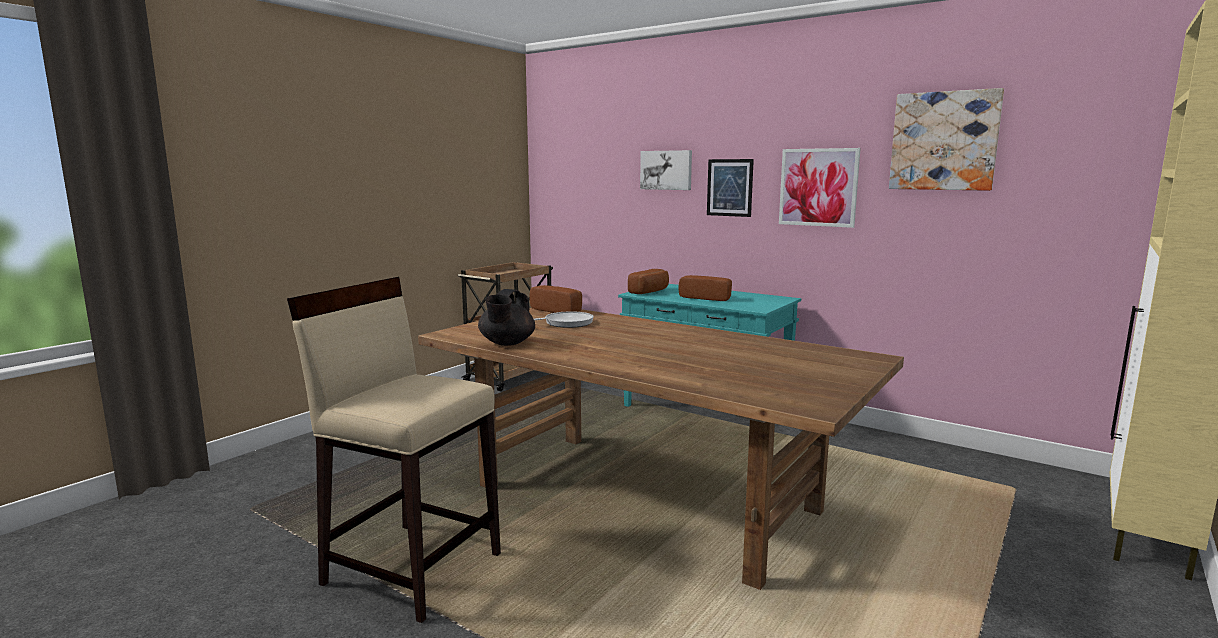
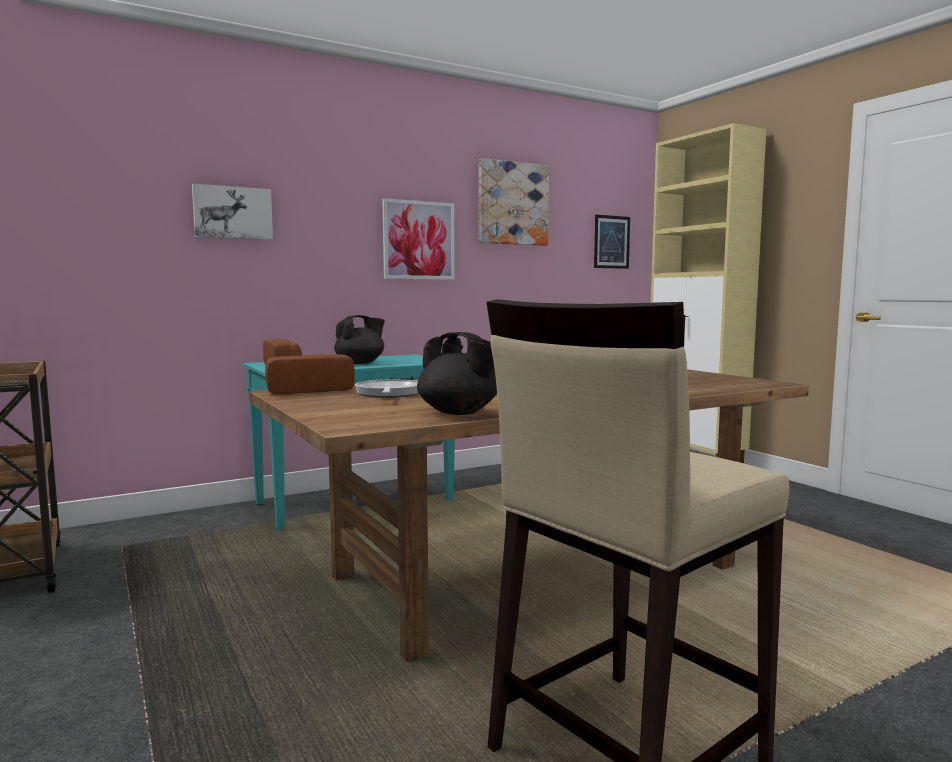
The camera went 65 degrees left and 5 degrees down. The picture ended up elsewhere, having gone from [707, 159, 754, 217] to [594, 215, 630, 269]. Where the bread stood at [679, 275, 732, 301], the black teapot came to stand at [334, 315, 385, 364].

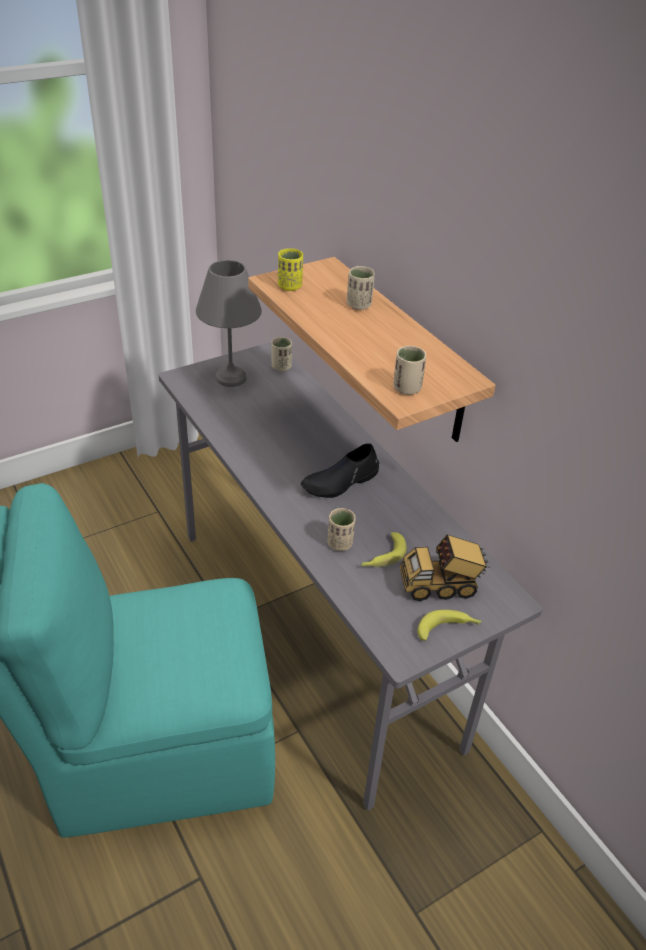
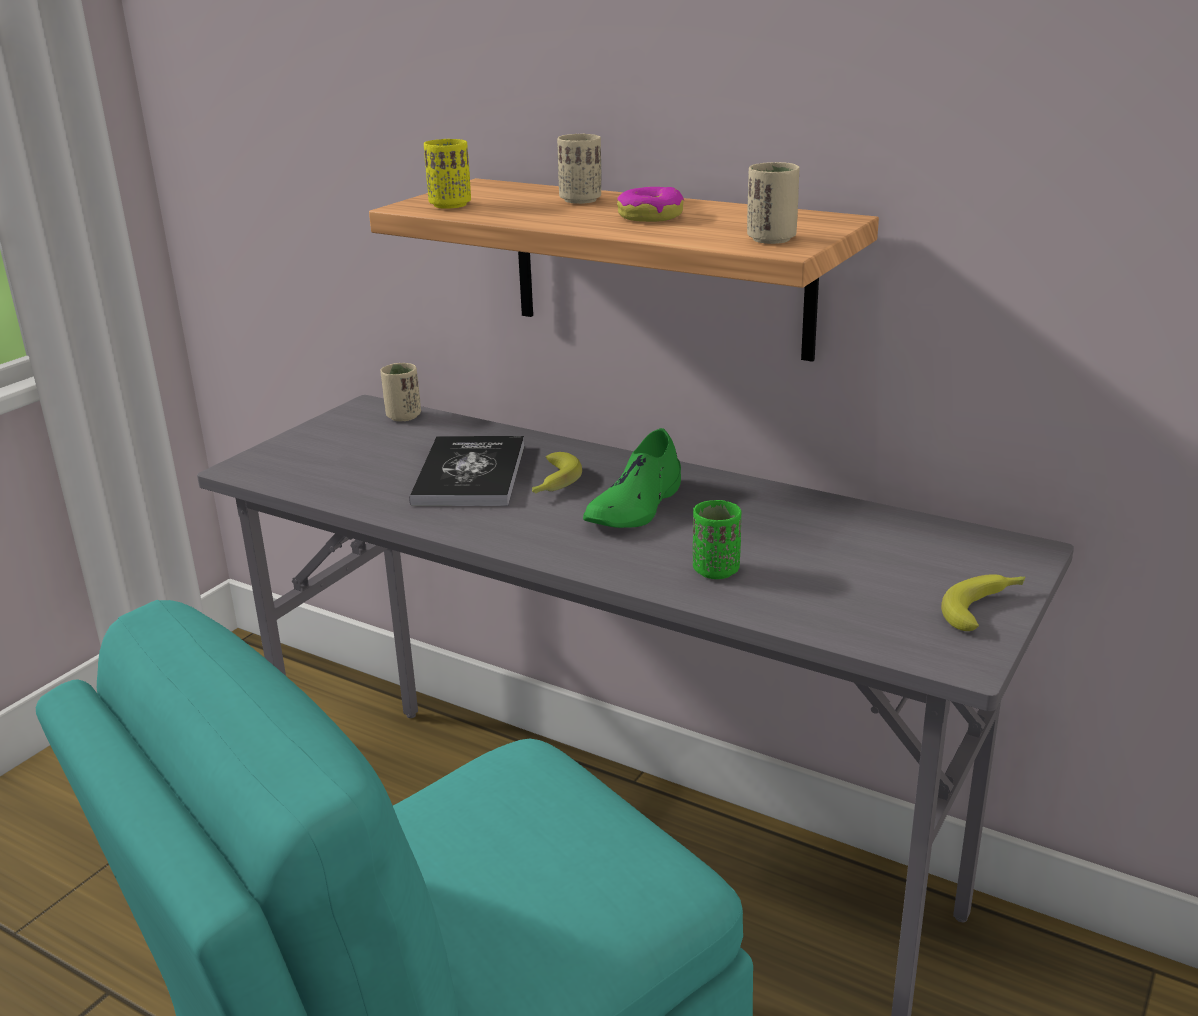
The camera went 25 degrees left and 15 degrees down. The second view lost the grey table lamp at [196, 260, 262, 387]. What was the black shoe at [301, 443, 379, 498] turned into the green shoe at [583, 428, 681, 528]. What was the beige cup at [327, 508, 356, 551] turned into the green cup at [693, 500, 742, 579]. The banana ended up elsewhere, having gone from [361, 532, 407, 567] to [532, 452, 582, 493]. The second view lost the toy truck at [400, 535, 490, 601]. The second view gained the donut at [617, 187, 684, 222]. The second view gained the book at [409, 436, 525, 506].

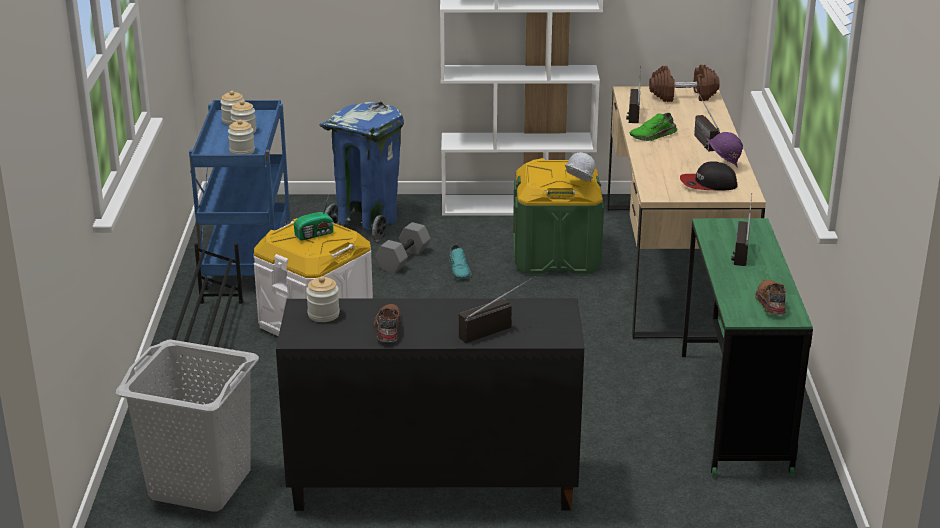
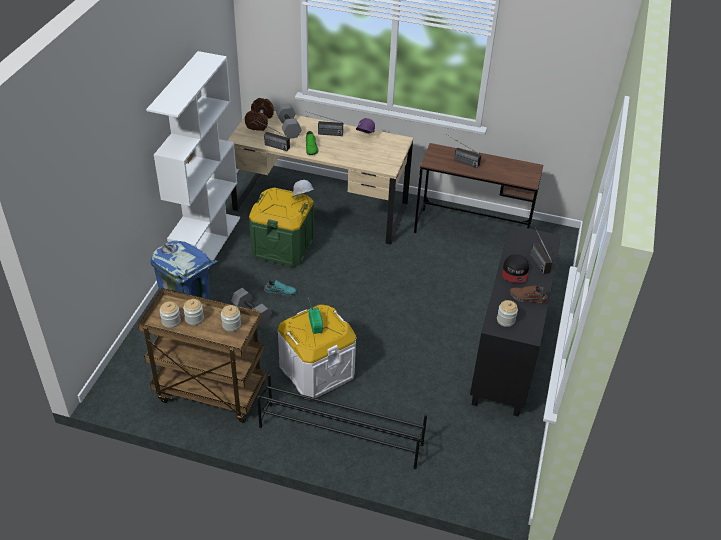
The camera went 75 degrees left and 15 degrees up. What was the blue cart at [189, 100, 290, 290] turned into the brown cart at [138, 288, 266, 423]. The cap ended up elsewhere, having gone from [680, 161, 738, 191] to [502, 254, 529, 283]. What was the green desk at [682, 218, 813, 476] turned into the brown desk at [414, 143, 543, 233]. The second view lost the brown shoe at [755, 280, 786, 315]. The second view lost the grey laundry basket at [116, 339, 259, 512]. The second view gained the grey dumbbell at [276, 103, 301, 139].

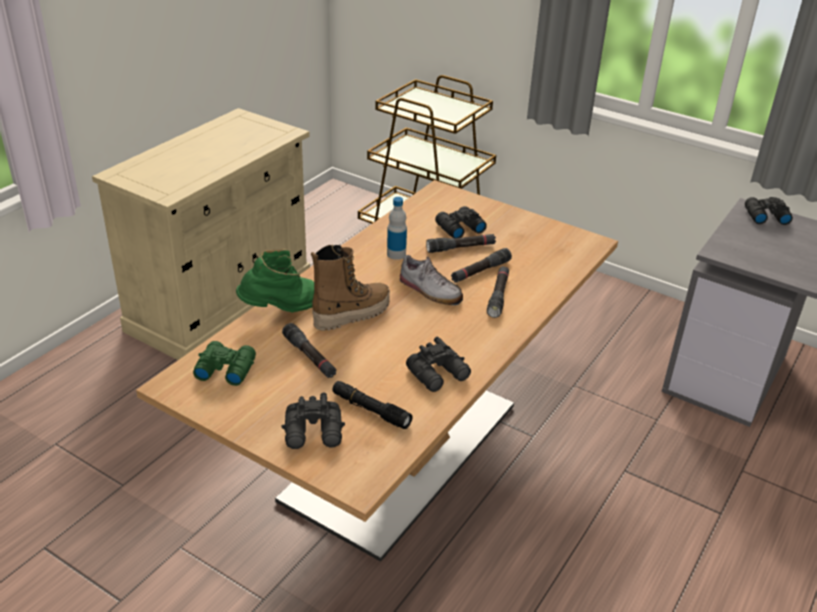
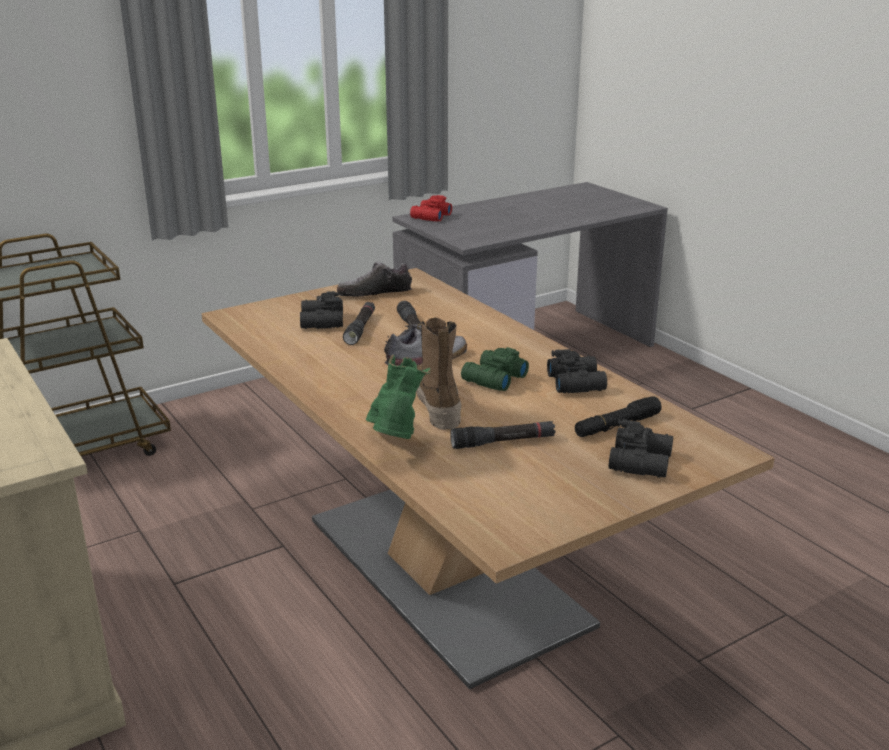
The camera went 65 degrees left and 10 degrees down. The second view lost the bottle at [387, 197, 407, 260]. What was the black binoculars at [745, 197, 793, 225] turned into the red binoculars at [410, 195, 452, 221]. The second view lost the black flashlight at [487, 266, 509, 318]. The green binoculars ended up elsewhere, having gone from [193, 341, 256, 386] to [461, 347, 529, 391]. The second view gained the shoe at [337, 262, 412, 297].

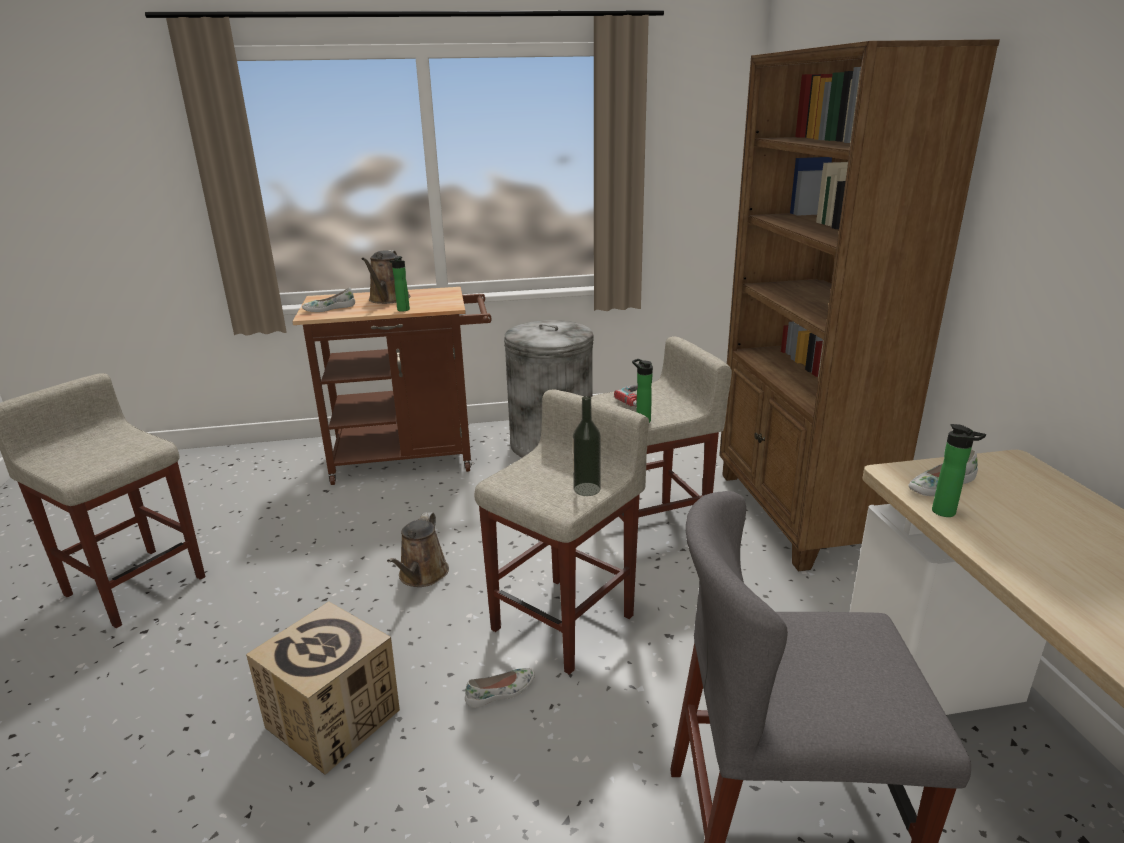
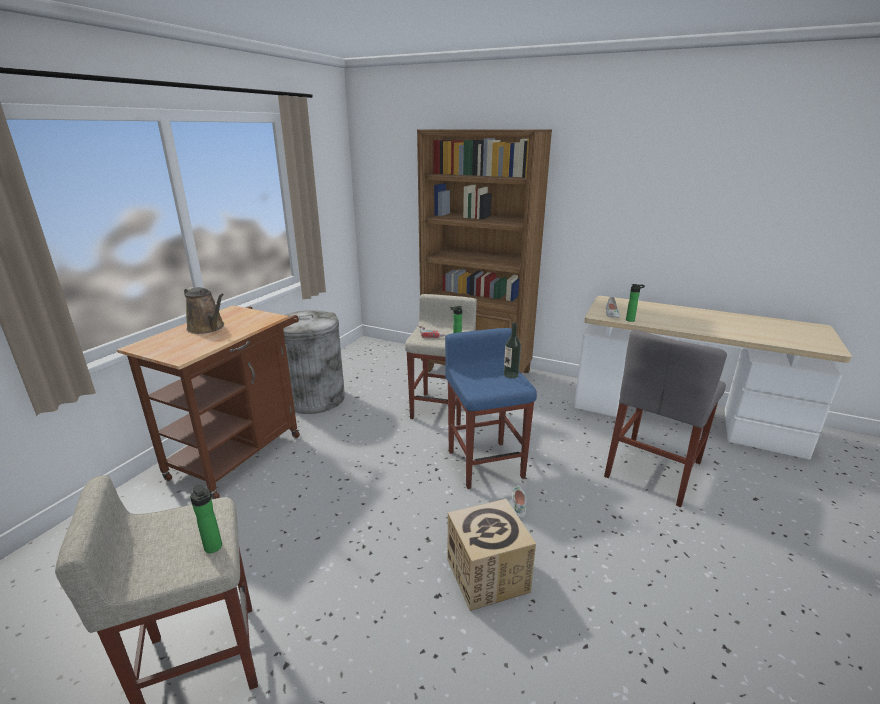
The camera went 55 degrees left and 0 degrees up. The bottle ended up elsewhere, having gone from [389, 256, 410, 312] to [190, 485, 222, 553]. The second view lost the white shoe at [302, 287, 355, 312]. What was the beige stool at [474, 390, 649, 675] turned into the blue stool at [445, 328, 537, 489]. The second view lost the brown watering can at [387, 512, 449, 587].

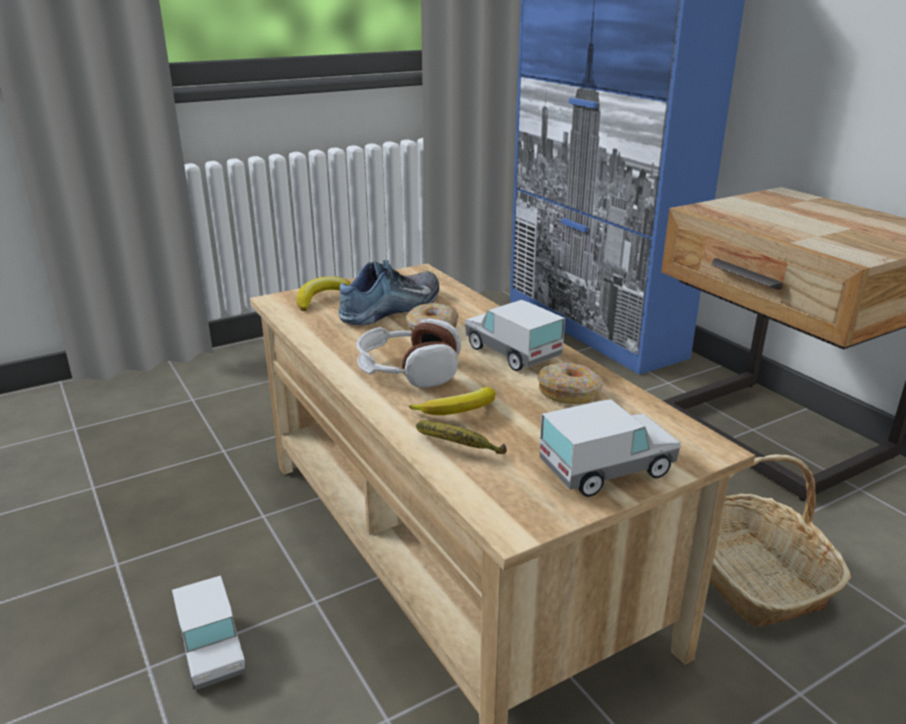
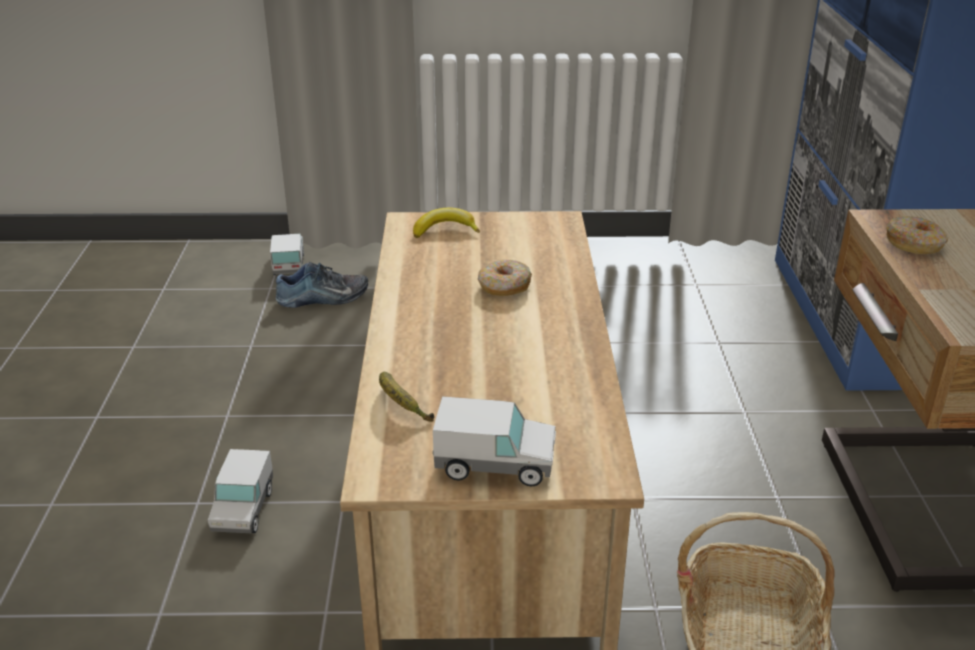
The camera went 30 degrees right and 5 degrees up. The shoe ended up elsewhere, having gone from [338, 260, 439, 325] to [275, 262, 368, 308]. The toy truck ended up elsewhere, having gone from [465, 300, 565, 371] to [270, 234, 304, 275]. The second view lost the headphones at [356, 318, 461, 388]. The donut ended up elsewhere, having gone from [537, 363, 603, 404] to [886, 216, 948, 254]. The second view lost the banana at [408, 387, 495, 415].

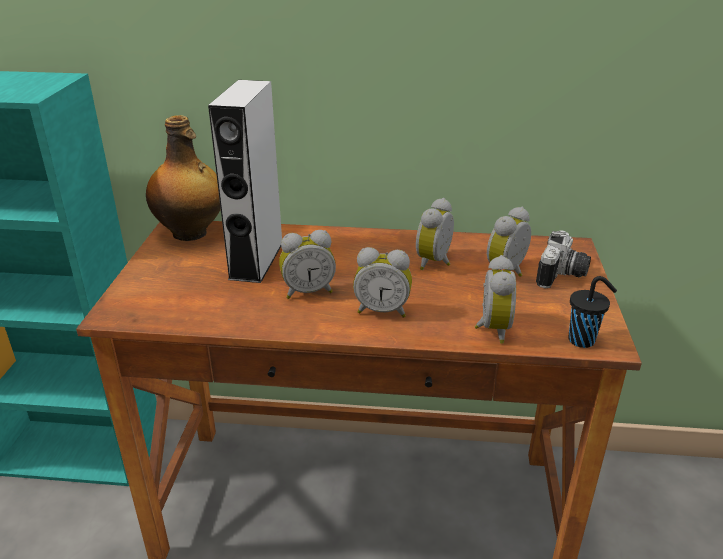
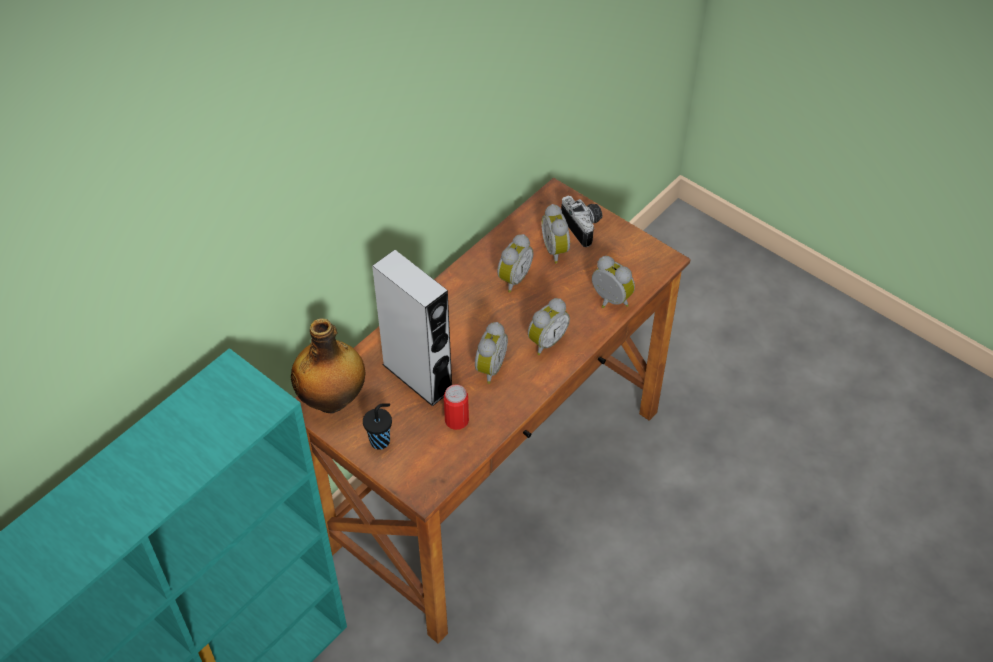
The camera went 55 degrees left and 20 degrees up. The alarm clock at [416, 198, 454, 270] ended up facing another way, 120 degrees counterclockwise from before. The black cup ended up elsewhere, having gone from [569, 276, 617, 348] to [363, 403, 392, 450]. The second view gained the can at [444, 385, 469, 430].

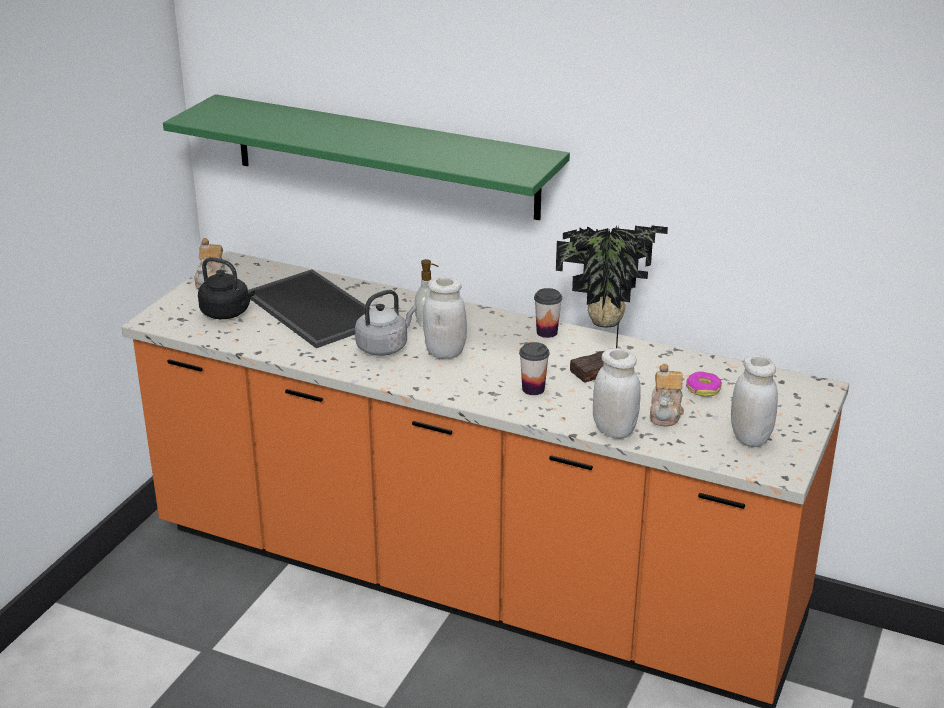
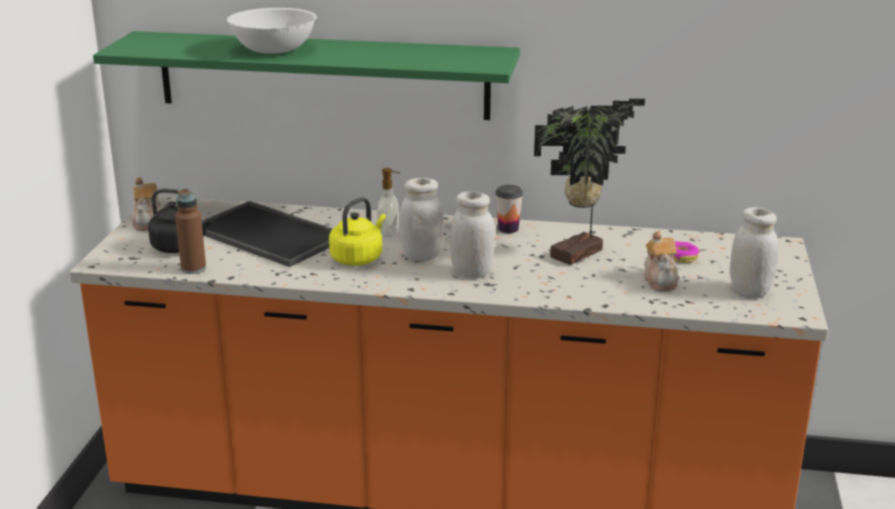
The camera went 15 degrees left and 5 degrees down. What was the grey kettle at [355, 290, 417, 356] turned into the yellow kettle at [329, 197, 386, 266]. The second view lost the cup at [519, 342, 550, 395]. The white jar ended up elsewhere, having gone from [593, 348, 641, 439] to [450, 191, 495, 278]. The second view gained the white bowl at [227, 8, 317, 54]. The second view gained the brown bottle at [175, 188, 206, 274].

